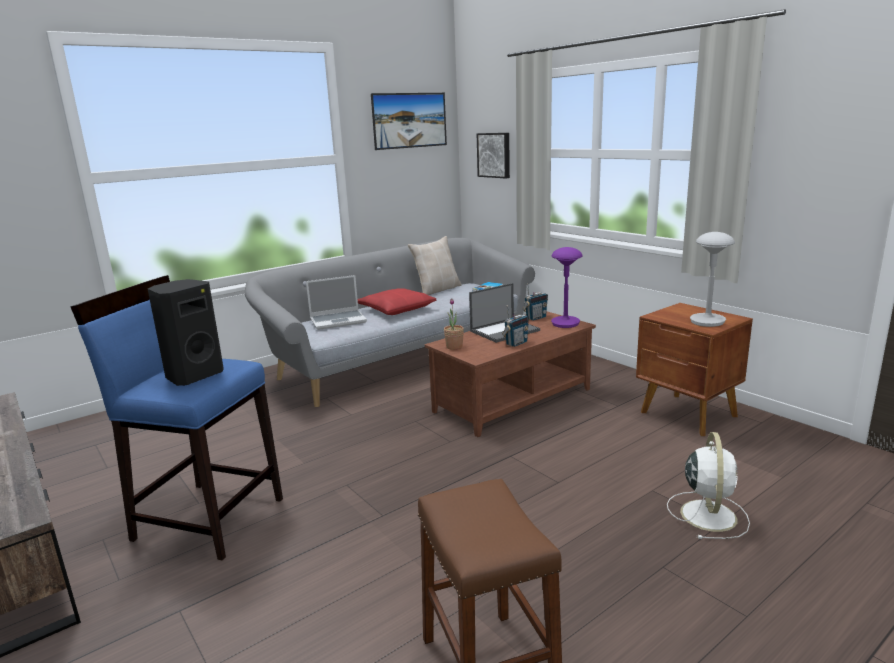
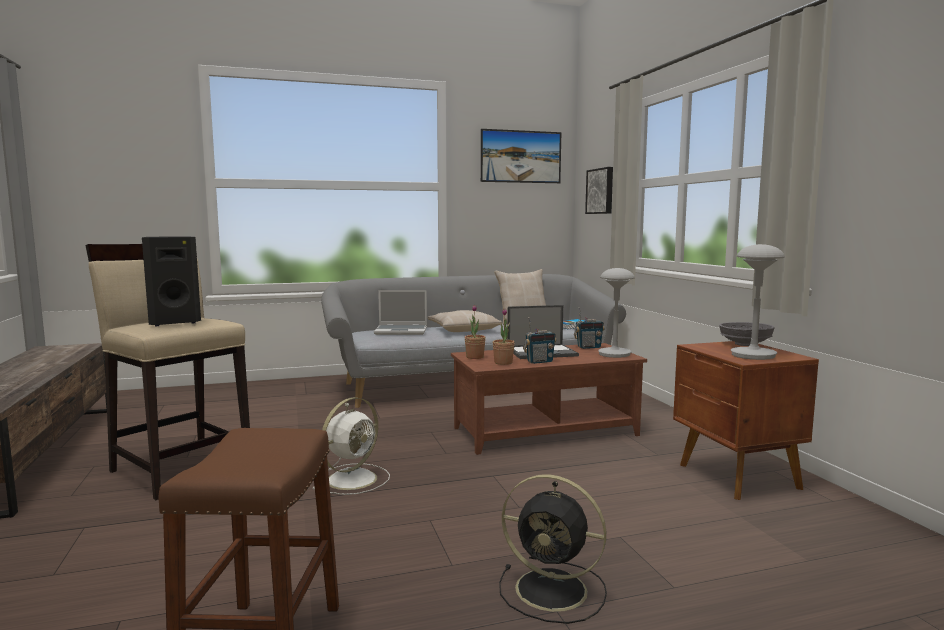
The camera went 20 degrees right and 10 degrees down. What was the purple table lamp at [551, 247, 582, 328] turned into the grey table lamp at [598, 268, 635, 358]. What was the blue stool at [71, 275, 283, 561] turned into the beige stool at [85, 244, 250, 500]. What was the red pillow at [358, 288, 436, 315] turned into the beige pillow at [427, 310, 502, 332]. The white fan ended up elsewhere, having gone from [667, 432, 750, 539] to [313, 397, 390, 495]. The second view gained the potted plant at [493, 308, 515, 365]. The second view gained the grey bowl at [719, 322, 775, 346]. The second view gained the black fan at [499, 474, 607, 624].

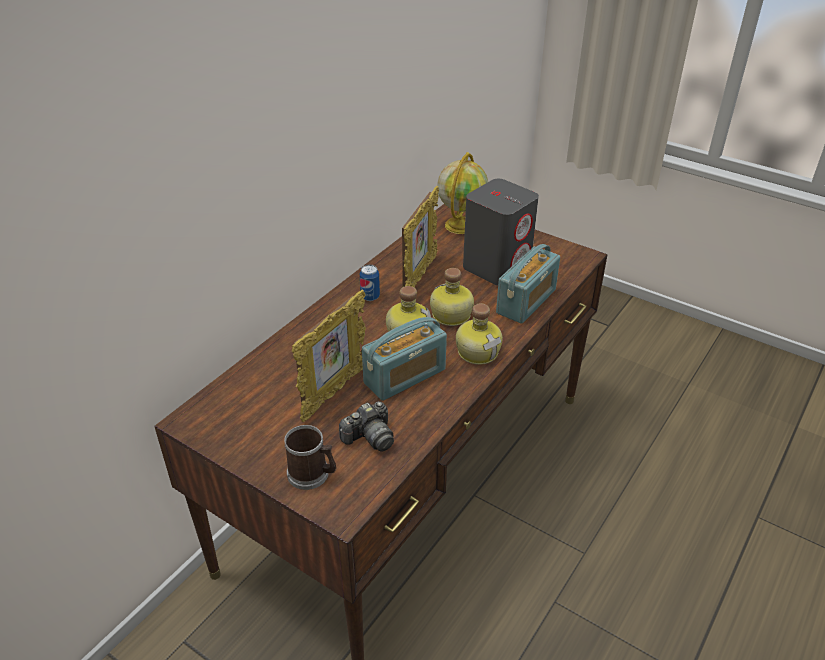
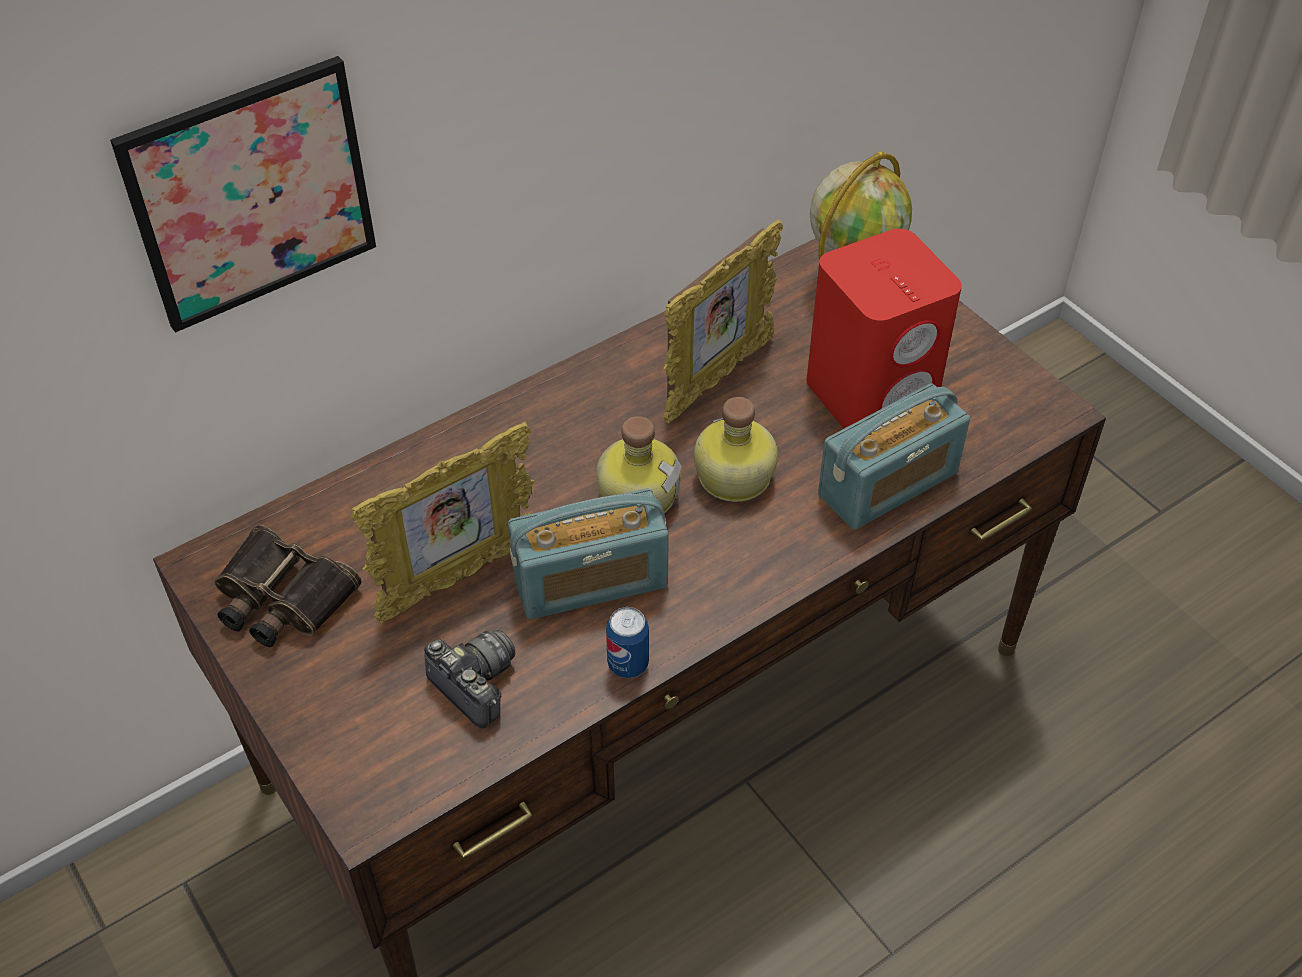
The camera went 20 degrees right and 10 degrees up. What was the grey speaker at [463, 179, 539, 286] turned into the red speaker at [807, 229, 962, 428]. The can ended up elsewhere, having gone from [360, 264, 380, 301] to [606, 607, 649, 678]. The second view lost the bottle at [456, 303, 503, 365]. The photo camera at [339, 401, 394, 452] ended up facing another way, 120 degrees counterclockwise from before. The second view lost the mug at [284, 425, 336, 490]. The second view gained the picture at [110, 56, 376, 333]. The second view gained the binoculars at [214, 525, 362, 647].

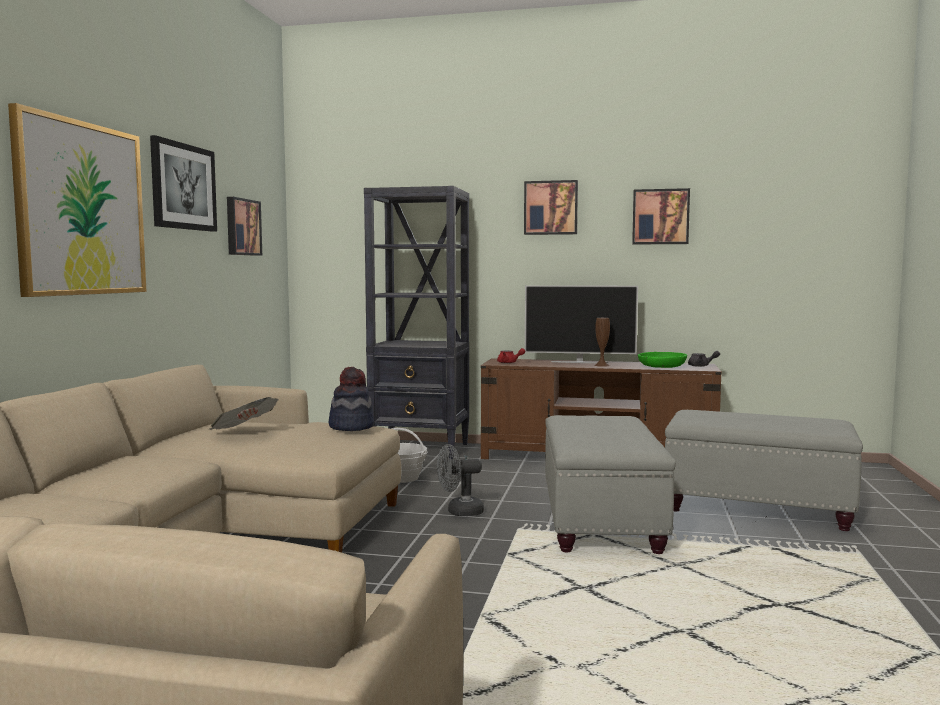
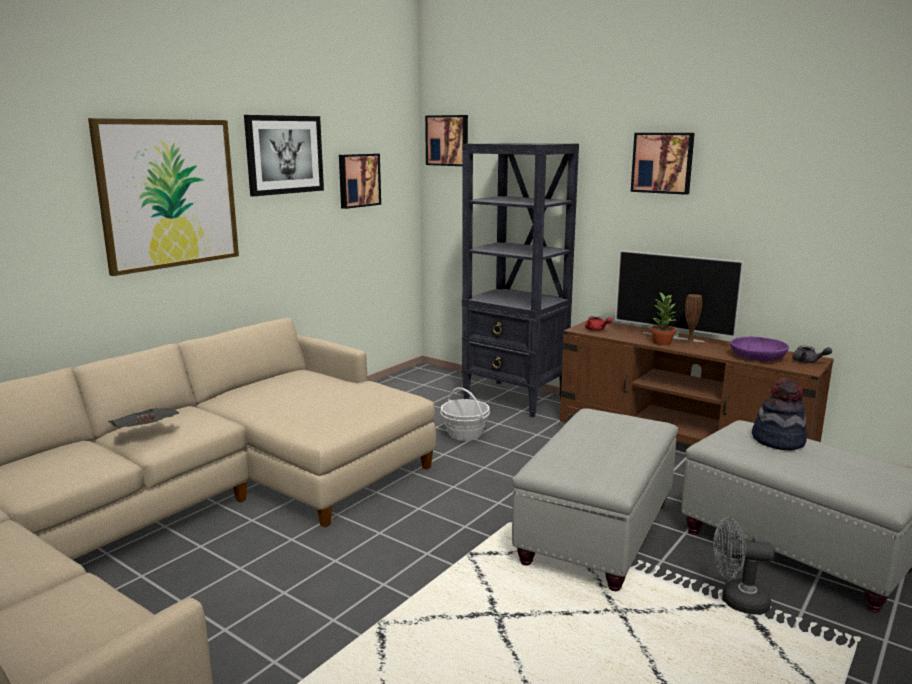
The camera went 25 degrees right and 10 degrees up. The picture ended up elsewhere, having gone from [632, 188, 690, 244] to [425, 115, 468, 166]. What was the green bowl at [638, 352, 687, 368] turned into the purple bowl at [730, 336, 789, 361]. The hat ended up elsewhere, having gone from [329, 367, 374, 431] to [752, 378, 807, 450]. The newspaper ended up elsewhere, having gone from [208, 397, 278, 430] to [107, 408, 179, 428]. The grey fan ended up elsewhere, having gone from [437, 444, 484, 516] to [713, 517, 775, 614]. The second view gained the potted plant at [650, 293, 677, 345].

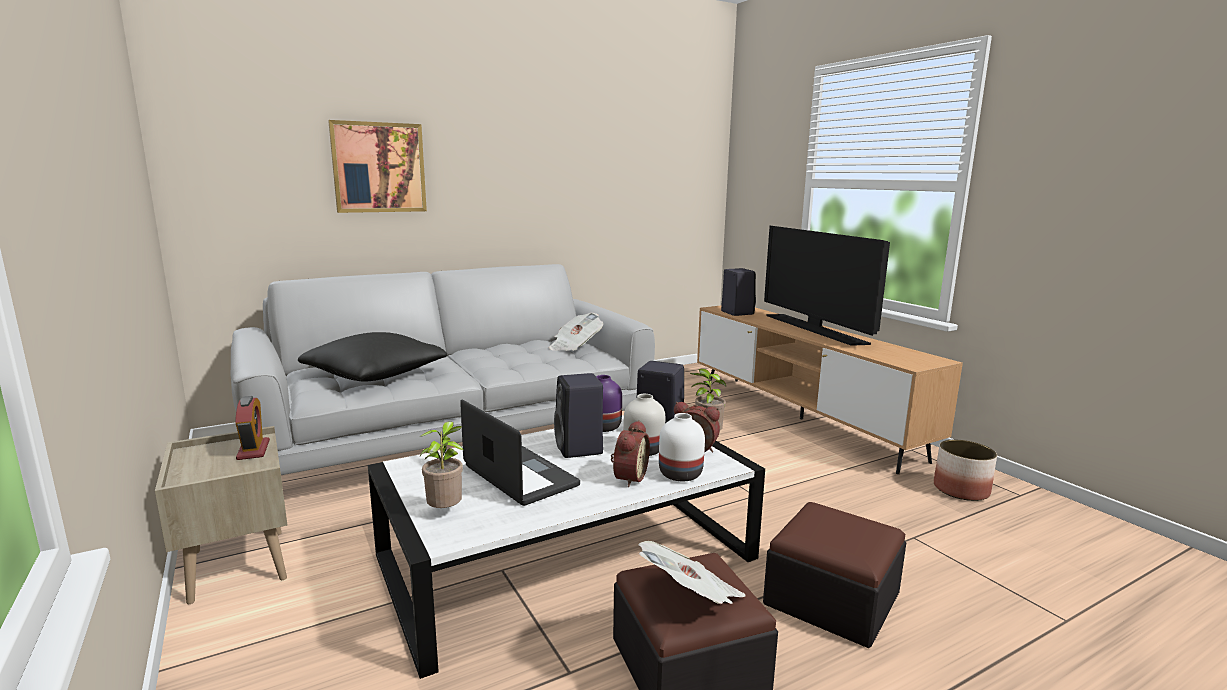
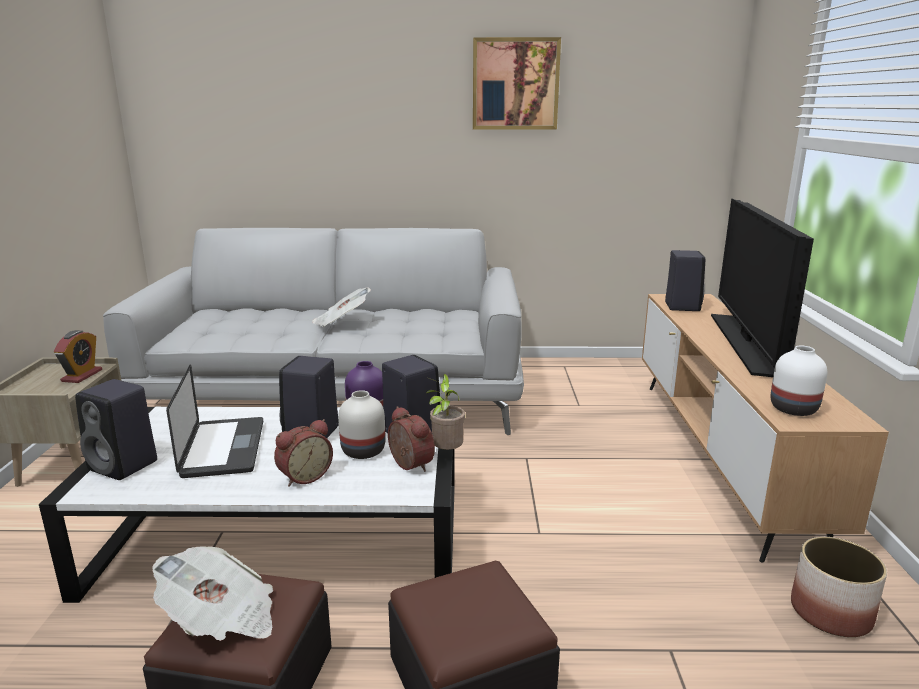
The camera went 30 degrees right and 5 degrees up. The picture ended up elsewhere, having gone from [328, 120, 427, 213] to [473, 37, 561, 130]. The newspaper ended up elsewhere, having gone from [549, 313, 603, 351] to [312, 288, 371, 327]. The second view lost the black pillow at [298, 332, 447, 382]. The white vase ended up elsewhere, having gone from [659, 413, 705, 481] to [771, 345, 827, 416]. Where the potted plant stood at [420, 421, 464, 508], the black speaker came to stand at [75, 379, 157, 480].

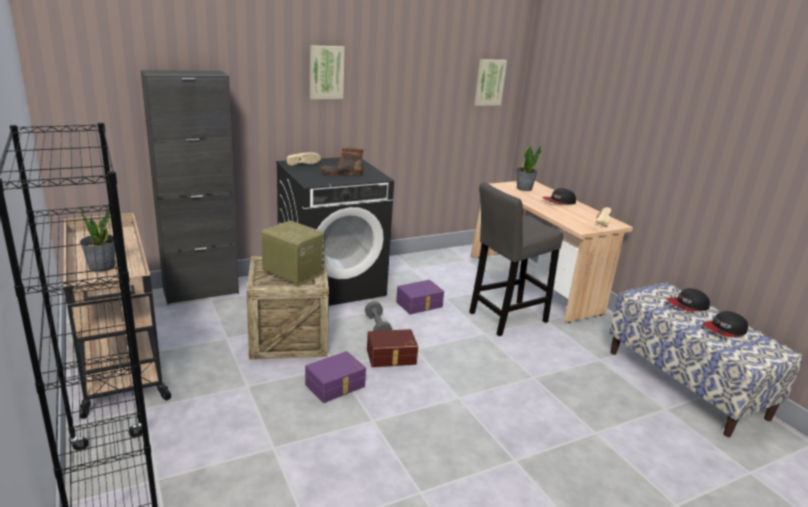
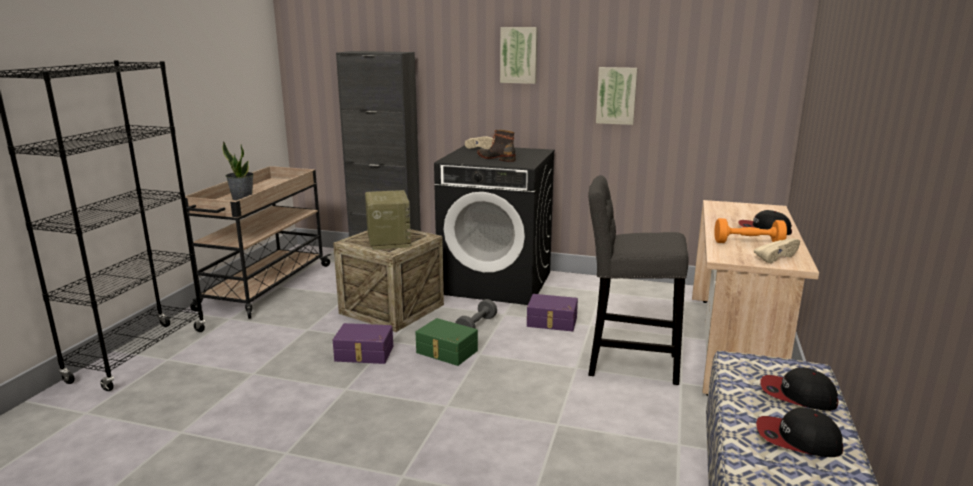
The camera went 45 degrees right and 5 degrees down. The picture ended up elsewhere, having gone from [474, 59, 507, 106] to [596, 67, 638, 125]. The second view lost the potted plant at [516, 145, 542, 191]. What was the brown storage box at [367, 329, 418, 367] turned into the green storage box at [416, 318, 478, 366]. The second view gained the orange dumbbell at [714, 218, 787, 243].

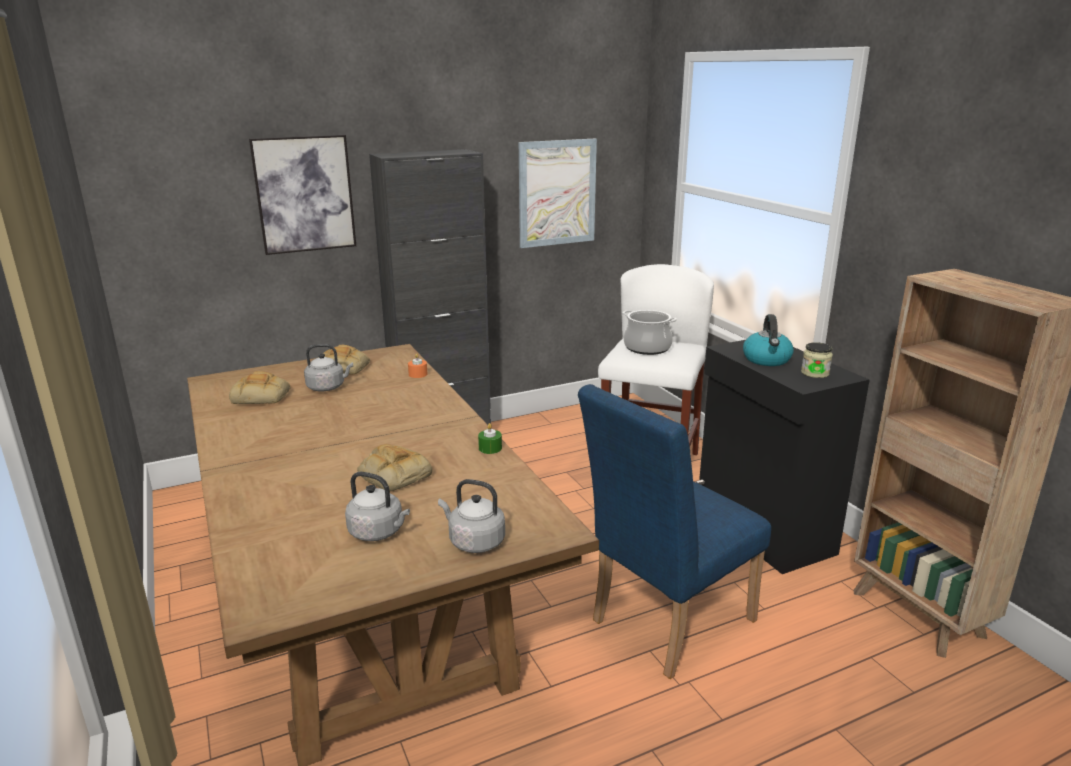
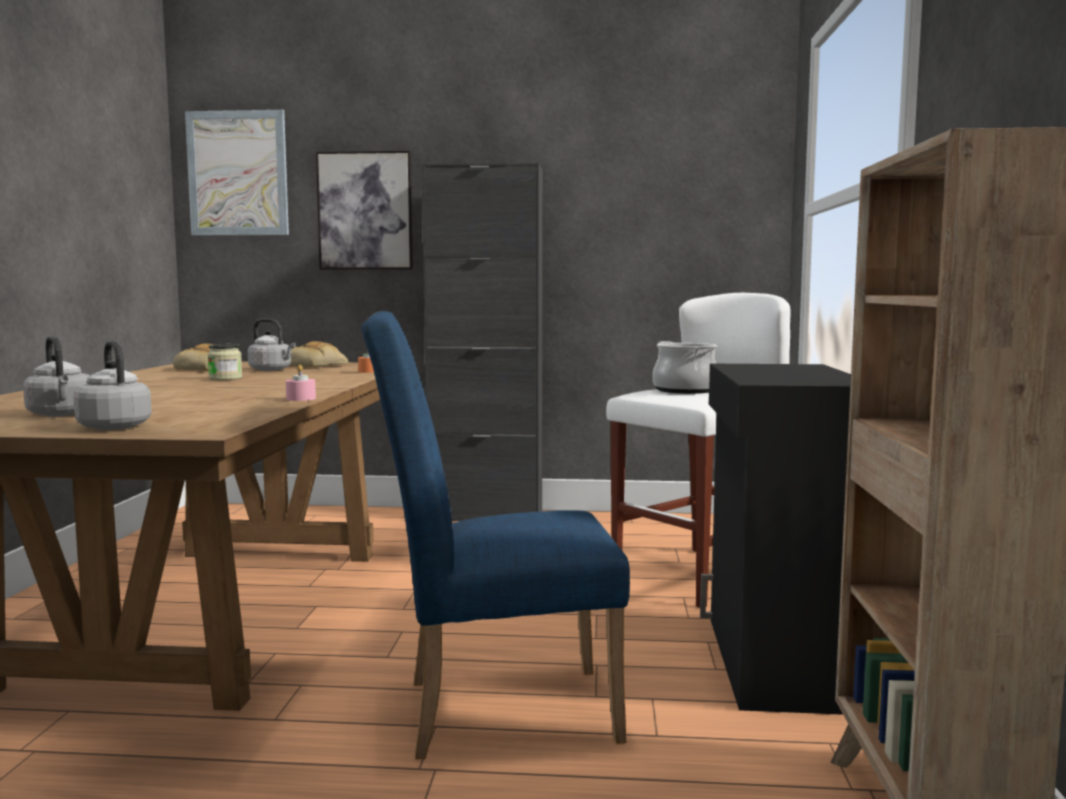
The camera went 30 degrees right and 15 degrees down. The picture ended up elsewhere, having gone from [519, 139, 597, 248] to [185, 110, 289, 235]. The second view lost the kettle at [743, 314, 794, 366]. The jar ended up elsewhere, having gone from [801, 342, 833, 378] to [208, 344, 242, 380]. What was the green candle at [478, 423, 502, 454] turned into the pink candle at [286, 365, 316, 401]. The second view lost the bread at [357, 444, 432, 491].

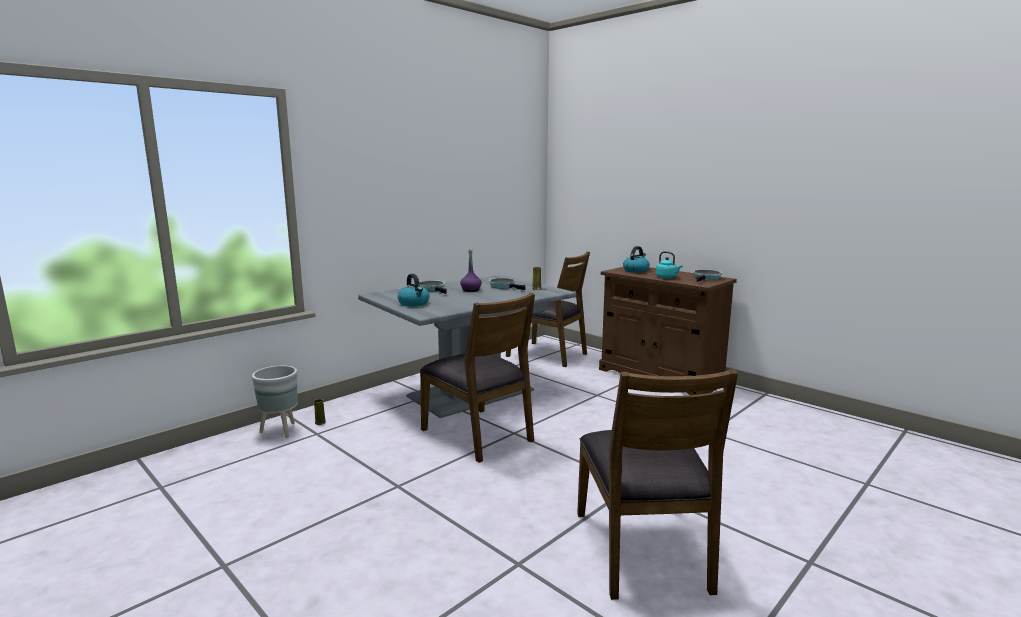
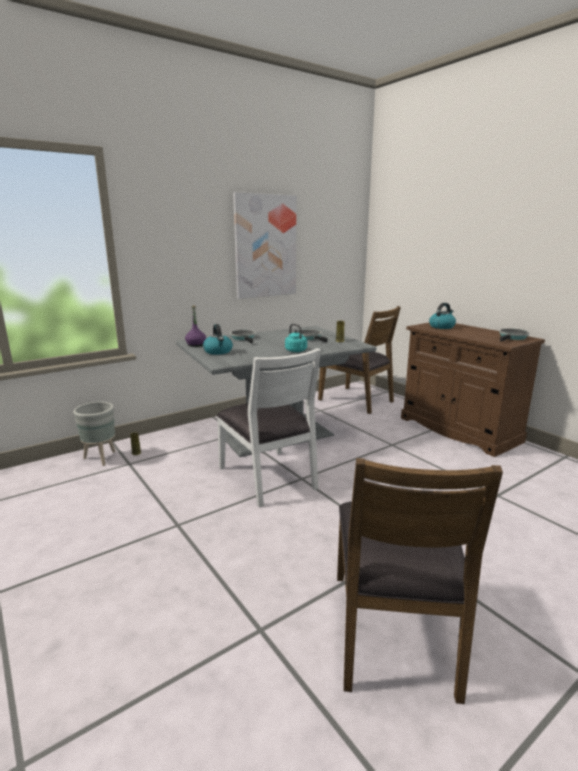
The camera went 10 degrees right and 5 degrees up. The purple bottle ended up elsewhere, having gone from [460, 250, 482, 292] to [185, 305, 206, 347]. The turquoise kettle ended up elsewhere, having gone from [656, 251, 682, 279] to [285, 323, 307, 352]. What was the brown chair at [420, 293, 535, 462] turned into the white chair at [217, 348, 321, 507]. The second view gained the picture at [233, 192, 296, 299].

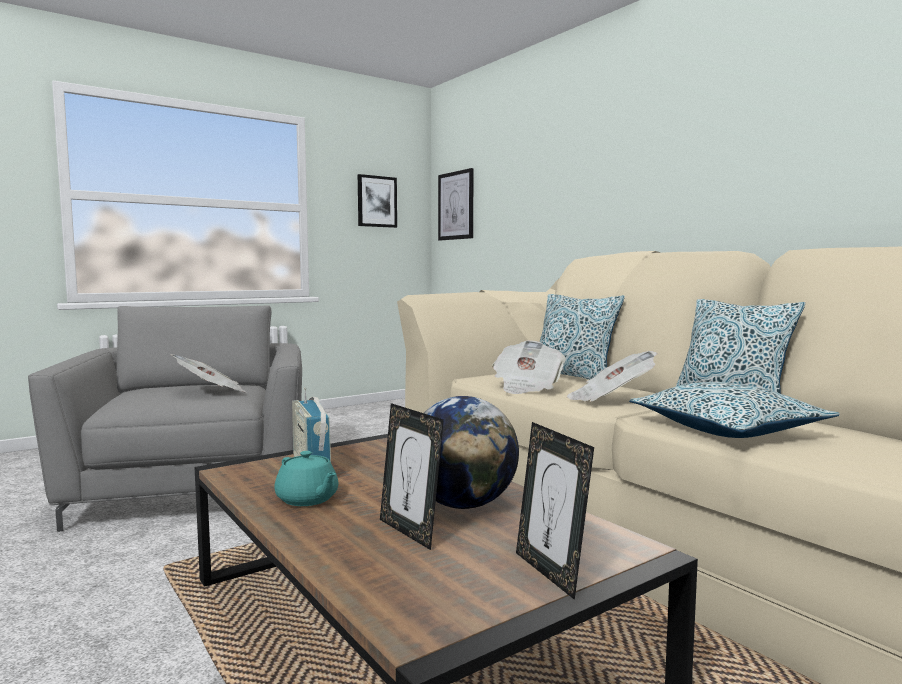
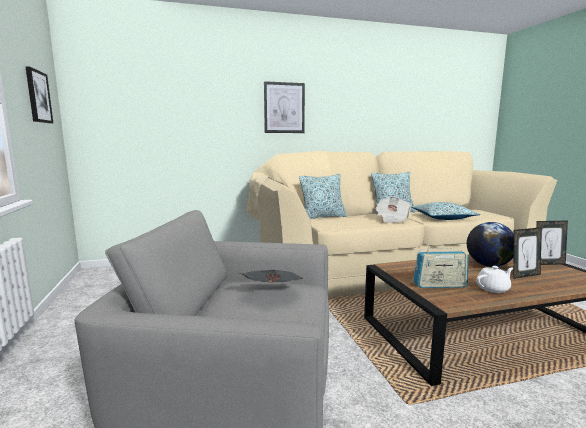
The camera went 70 degrees left and 5 degrees up. The picture ended up elsewhere, having gone from [438, 168, 473, 240] to [264, 81, 305, 133]. The second view lost the newspaper at [492, 340, 566, 394]. What was the turquoise teapot at [274, 451, 339, 506] turned into the white teapot at [476, 266, 513, 293].

